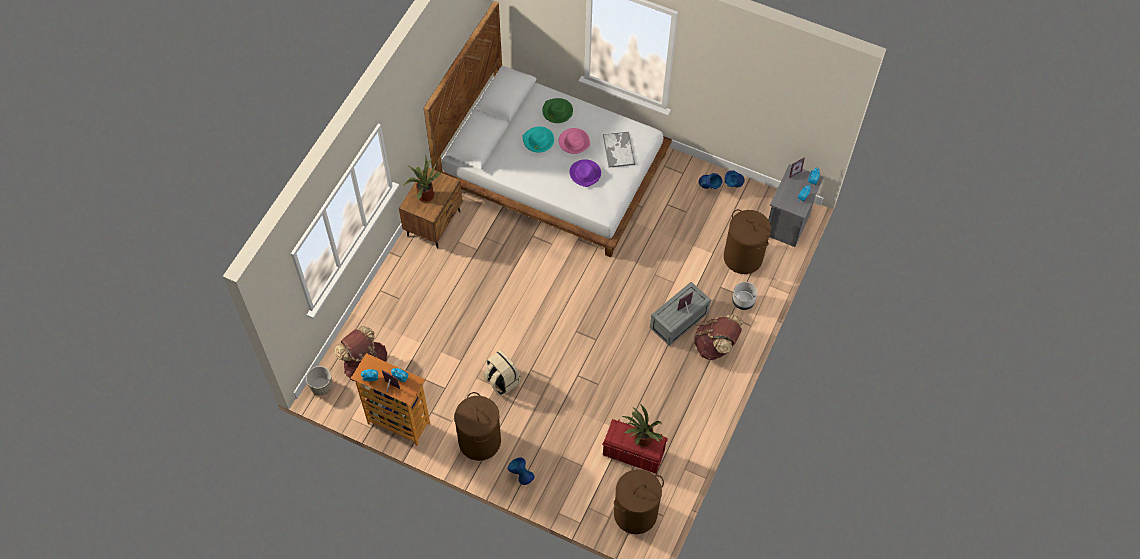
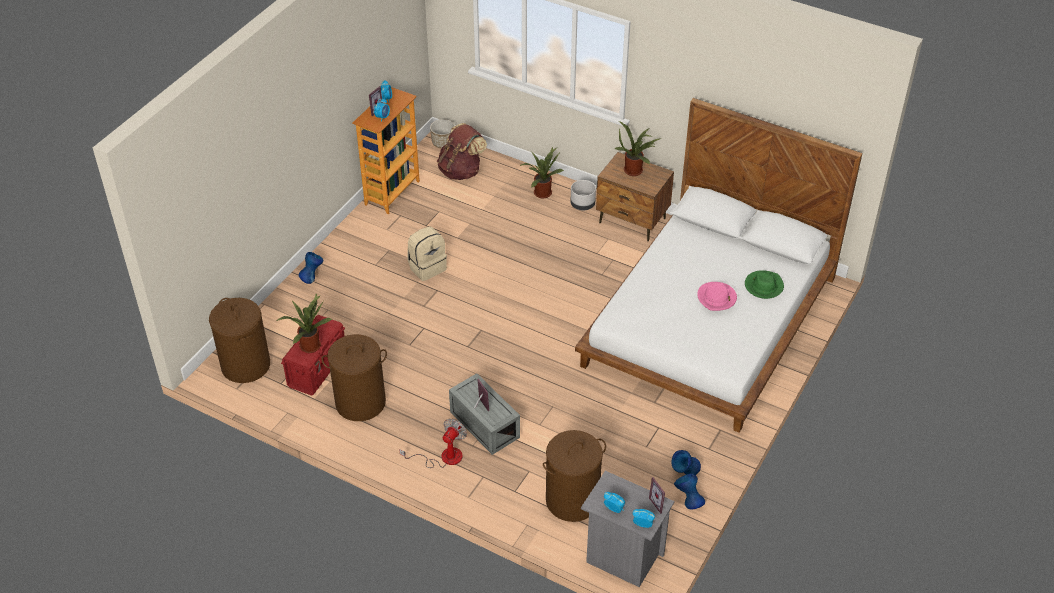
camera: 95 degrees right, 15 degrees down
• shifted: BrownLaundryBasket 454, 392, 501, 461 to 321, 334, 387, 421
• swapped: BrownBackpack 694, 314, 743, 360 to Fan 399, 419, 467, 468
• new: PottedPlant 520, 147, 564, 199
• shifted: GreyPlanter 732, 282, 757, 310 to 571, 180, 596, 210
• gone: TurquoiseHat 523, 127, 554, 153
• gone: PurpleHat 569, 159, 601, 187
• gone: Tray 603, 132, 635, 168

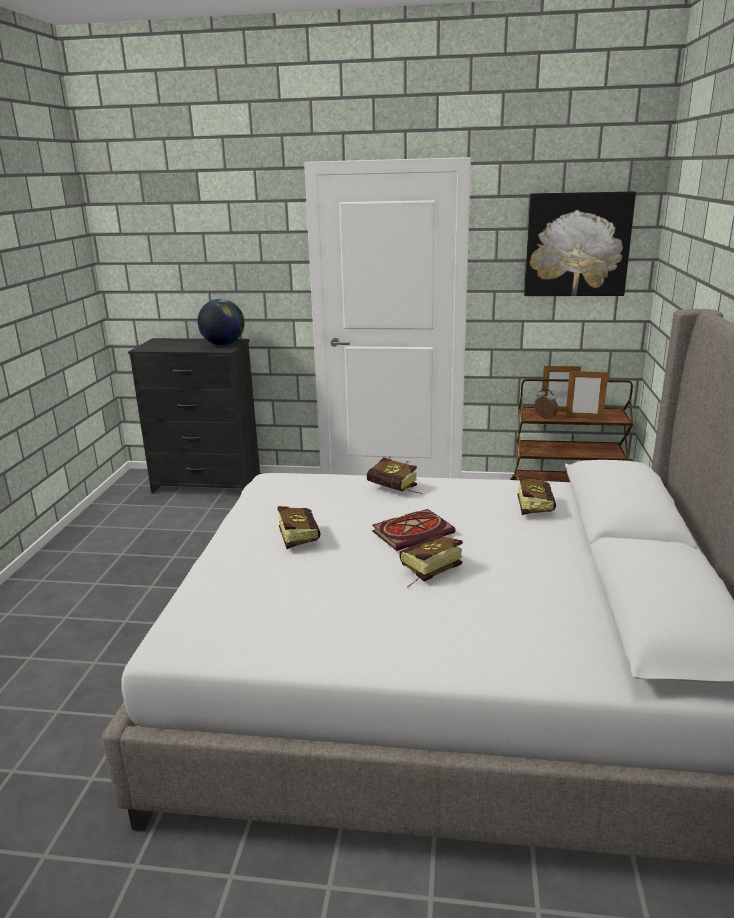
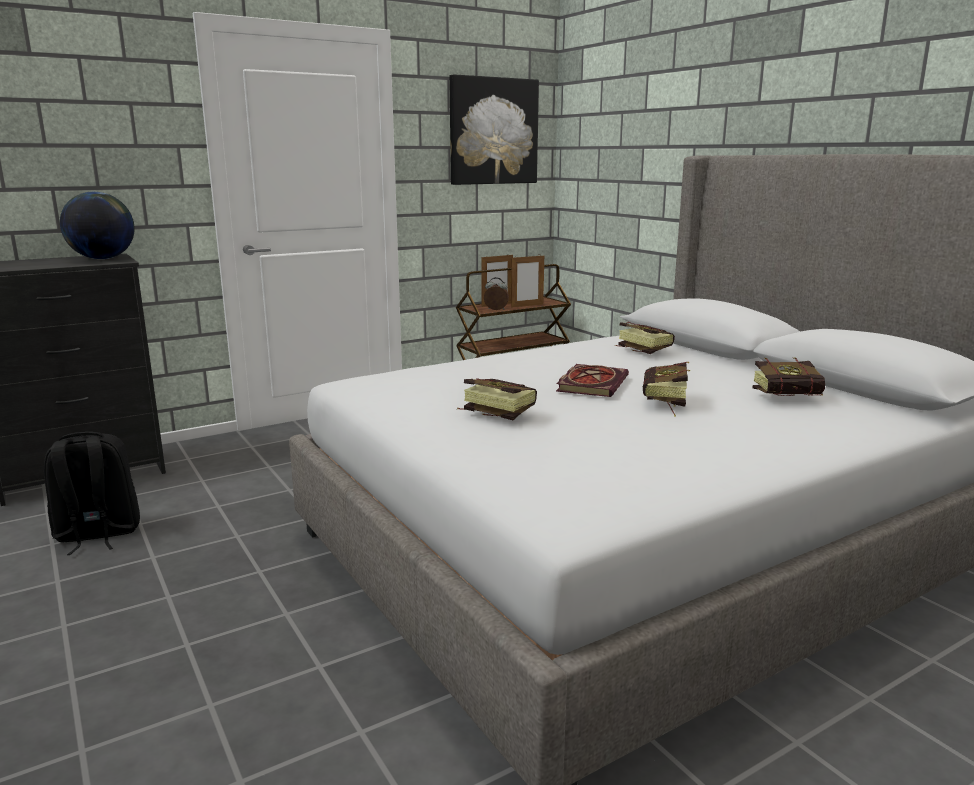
camera: 40 degrees left, 5 degrees down
• new: BlackBackpack 44, 432, 140, 555
• shifted: Book 367, 456, 423, 494 to 753, 357, 825, 396

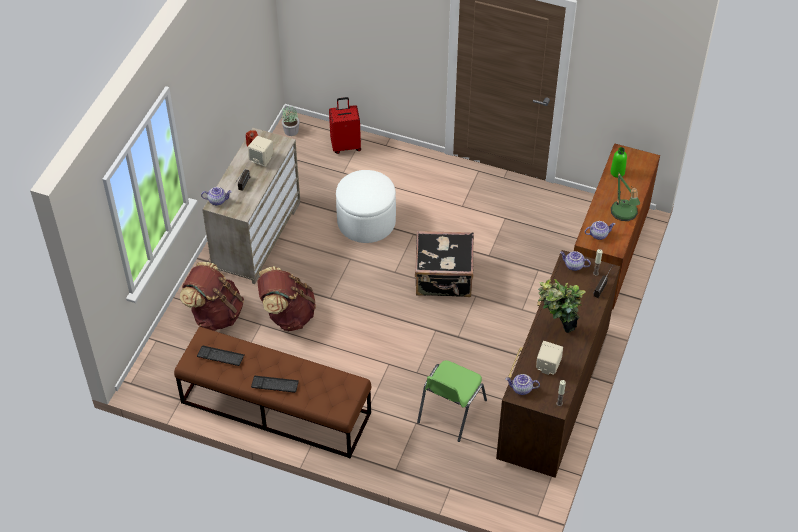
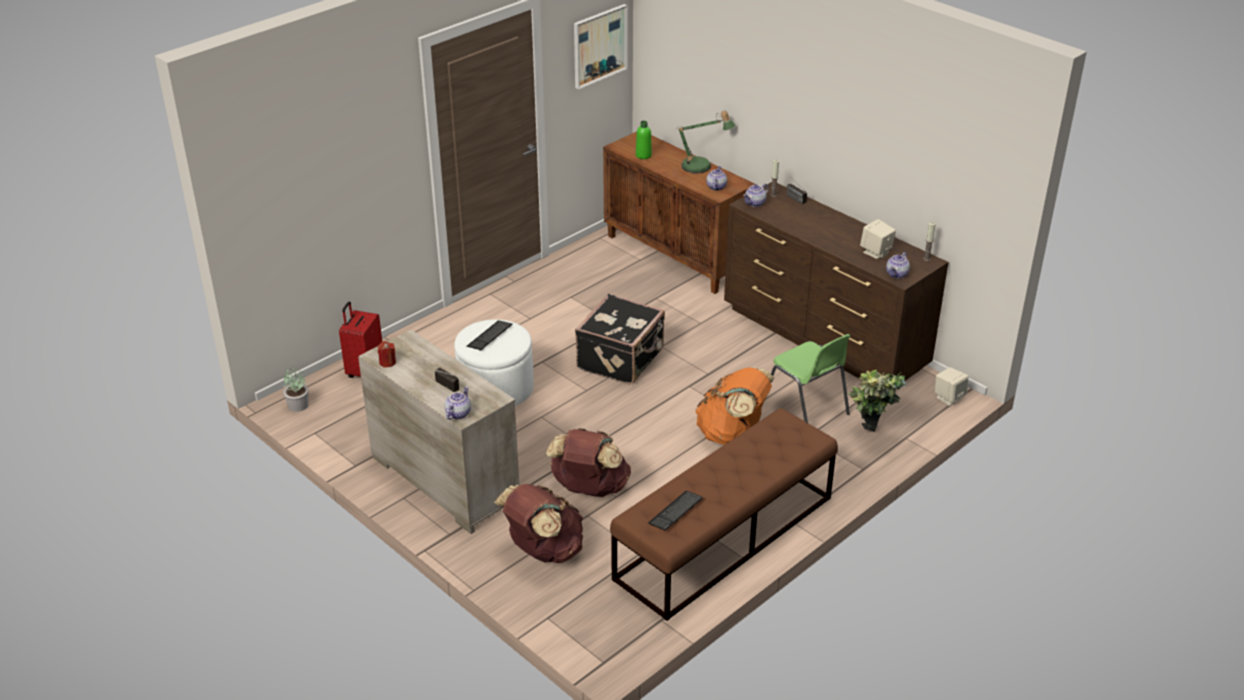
camera: 65 degrees left, 15 degrees down
• shifted: Keyboard 251, 375, 299, 393 to 467, 321, 512, 351
• new: Picture 574, 4, 628, 89
• new: OrangeBackpack 695, 368, 774, 445
• shifted: PottedPlant 538, 279, 586, 333 to 848, 370, 906, 432
• shifted: BeigeSpeaker 248, 136, 273, 167 to 935, 367, 969, 406

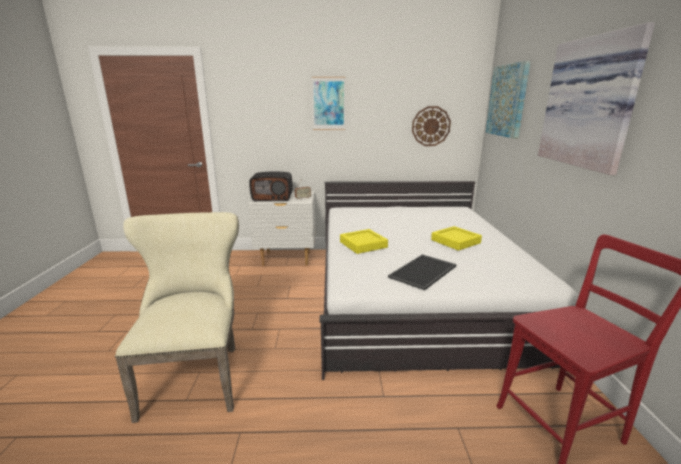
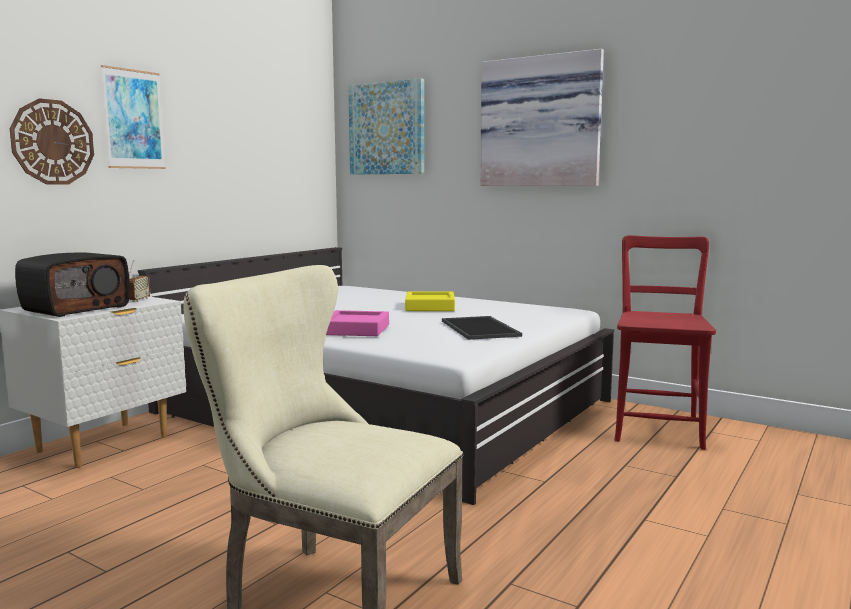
camera: 55 degrees left, 10 degrees down
• shifted: WallClock 412, 106, 451, 146 to 10, 98, 94, 185
• repainted: YellowTray 340, 229, 388, 254 to PinkTray 326, 310, 389, 336

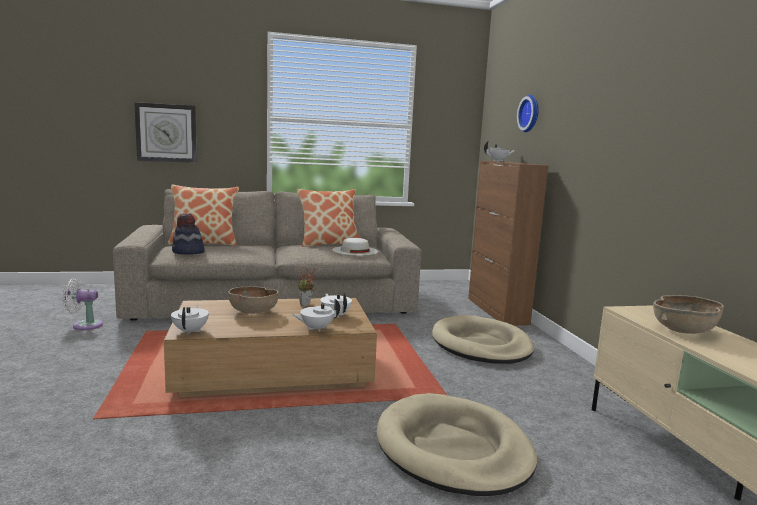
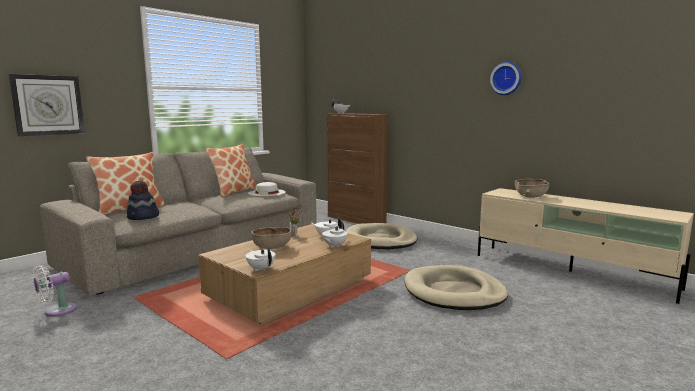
camera: 35 degrees left, 0 degrees up
• shifted: WallClock 517, 95, 539, 132 to 490, 62, 522, 95

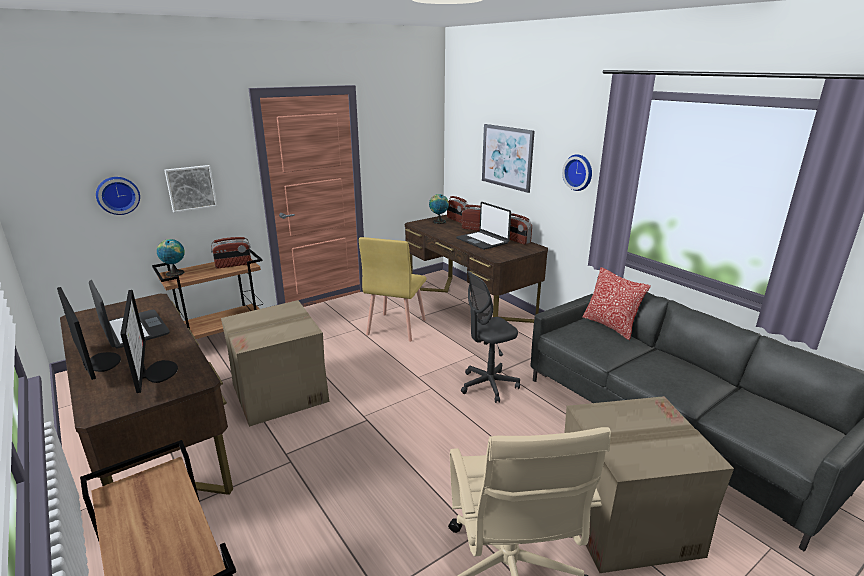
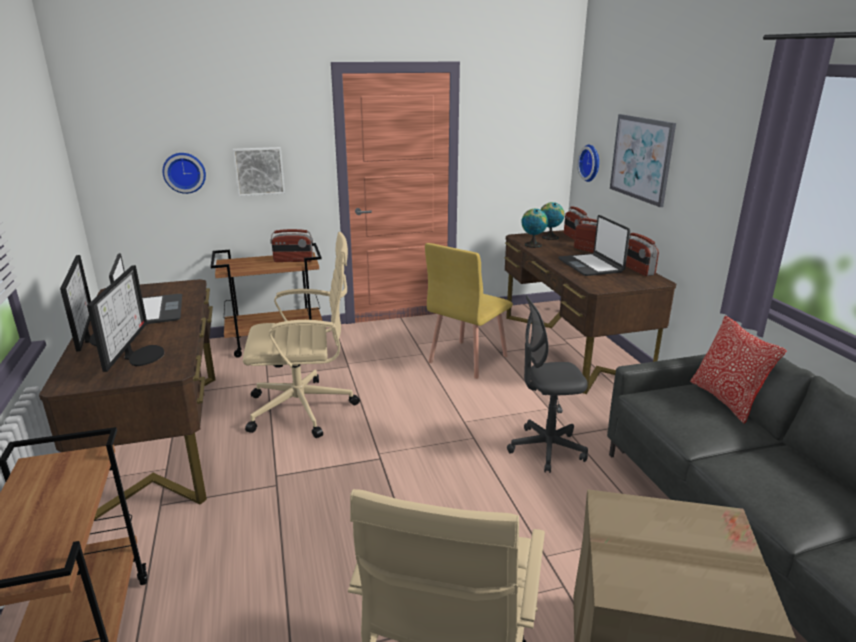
camera: 20 degrees right, 0 degrees up
• swapped: CardboardBox 221, 300, 329, 427 to BeigeOfficeChair 243, 232, 360, 438
• shifted: Globe 157, 239, 185, 277 to 522, 209, 548, 248
• shifted: WallClock 562, 154, 592, 191 to 577, 145, 599, 182

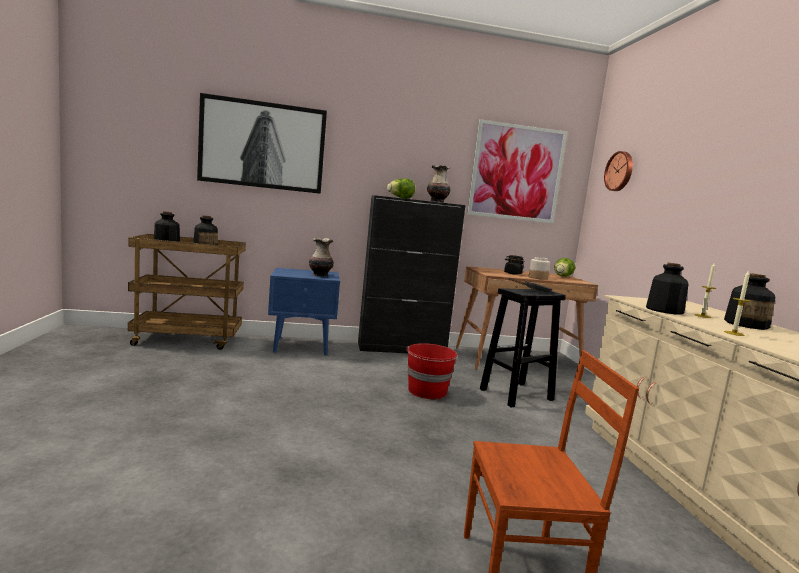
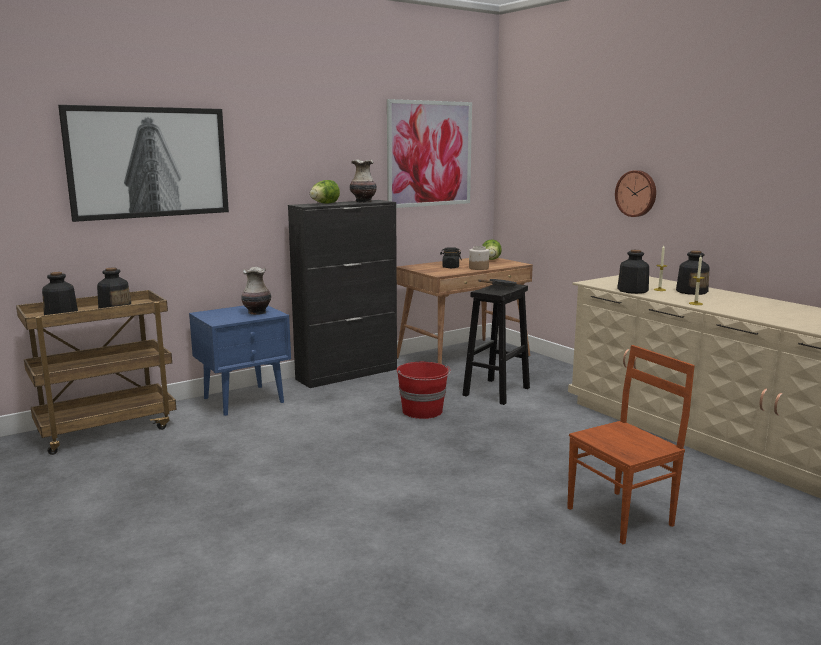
camera: 25 degrees left, 5 degrees up
• shifted: WallClock 604, 151, 633, 191 to 615, 170, 656, 217

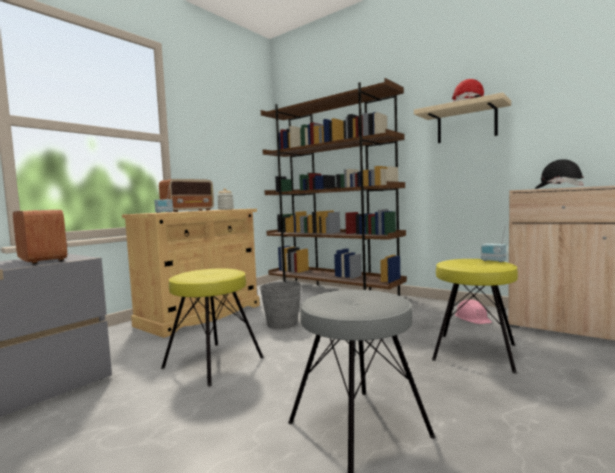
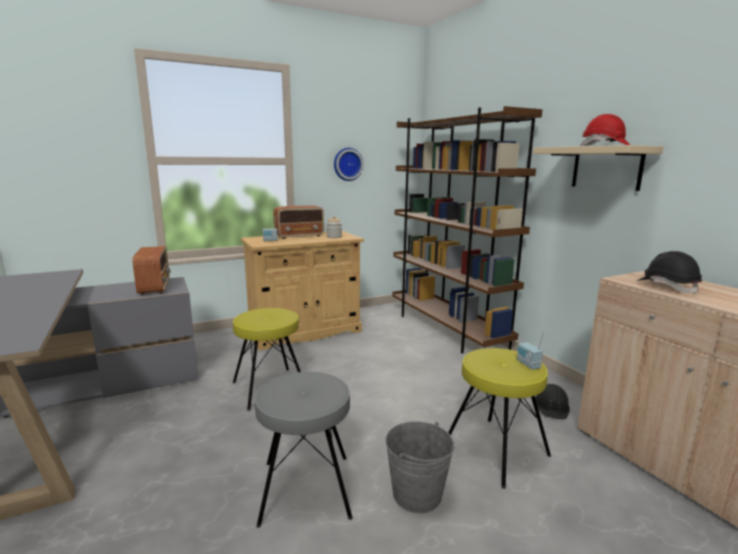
camera: 25 degrees right, 10 degrees up
• new: WallClock 334, 148, 364, 181
• shifted: GreyBucket 260, 279, 302, 329 to 385, 421, 454, 513
• repainted: PinkHardHat 455, 299, 492, 324 to BlackHardHat 535, 384, 570, 420

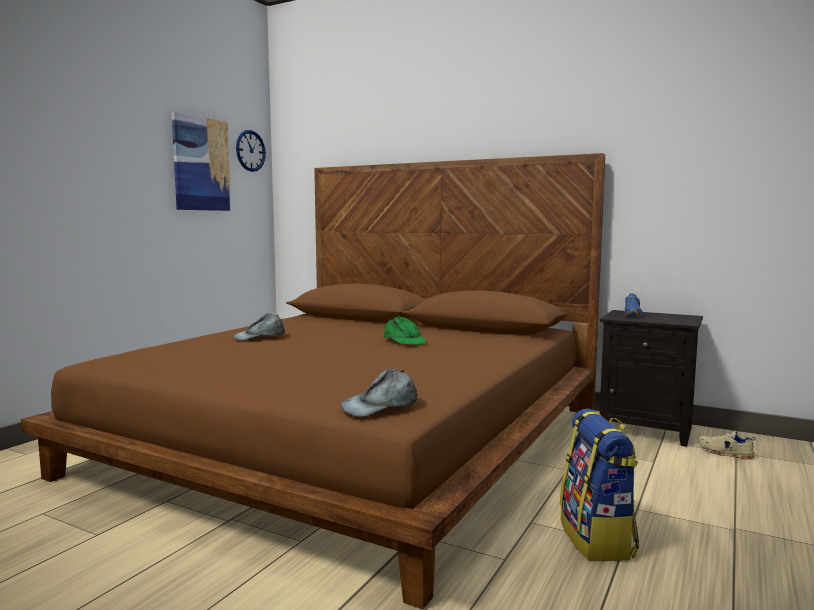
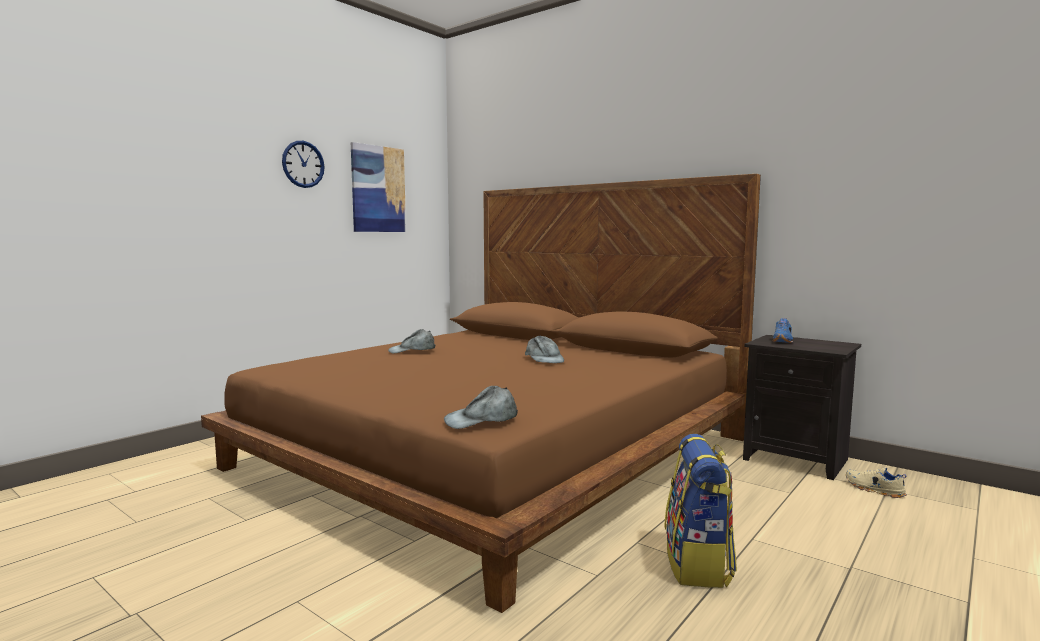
camera: 10 degrees right, 0 degrees up
• shifted: WallClock 236, 130, 266, 172 to 282, 141, 325, 188
• repainted: GreenCap 384, 316, 427, 345 to GreyCap 525, 335, 564, 363

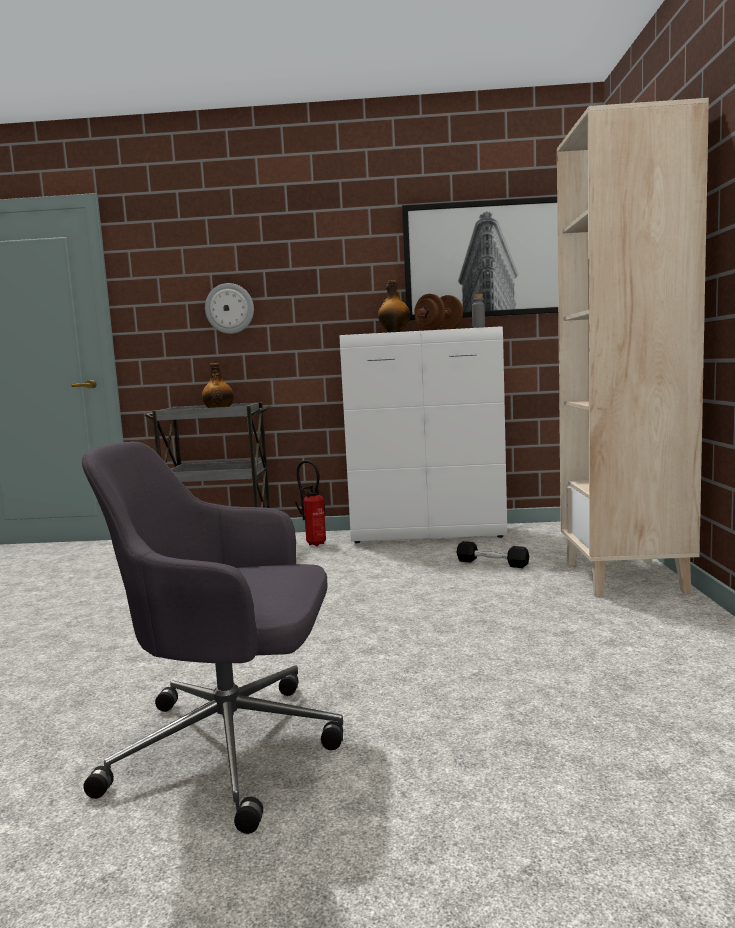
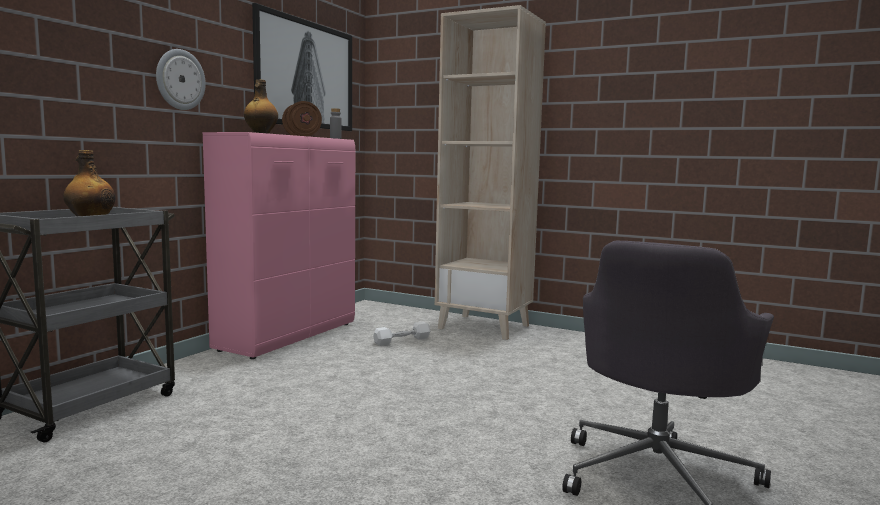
camera: 65 degrees left, 0 degrees up
• shifted: WallClock 205, 283, 254, 334 to 156, 49, 206, 110
• repainted: WhiteCabinet 340, 326, 507, 543 to PinkCabinet 203, 132, 355, 359
• repainted: BlackDumbbell 456, 541, 529, 568 to WhiteDumbbell 373, 321, 431, 346
• gone: FireExtinguisher 295, 460, 326, 546

